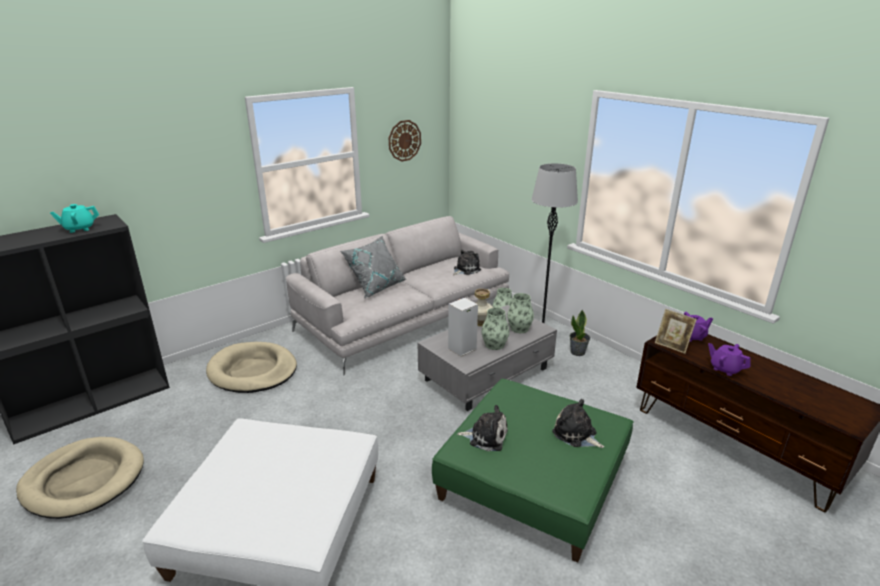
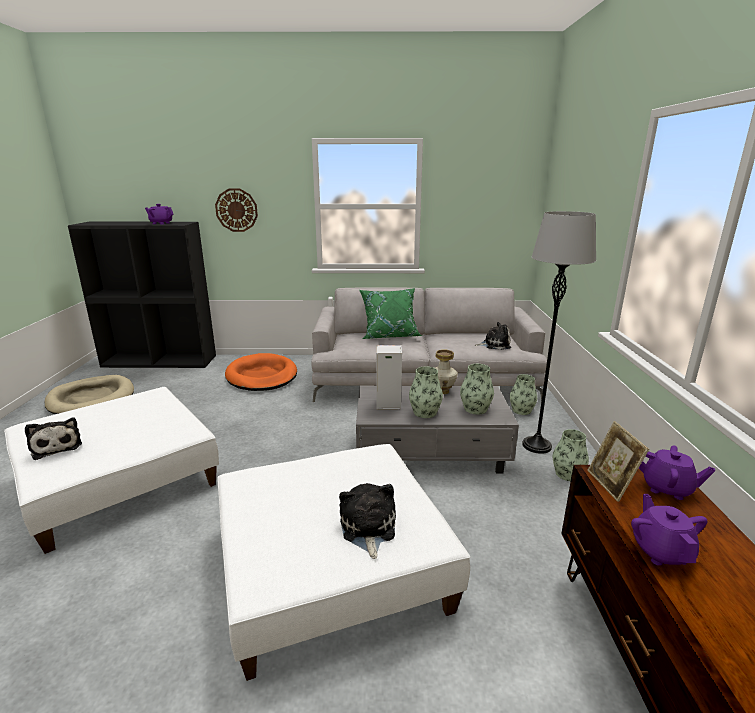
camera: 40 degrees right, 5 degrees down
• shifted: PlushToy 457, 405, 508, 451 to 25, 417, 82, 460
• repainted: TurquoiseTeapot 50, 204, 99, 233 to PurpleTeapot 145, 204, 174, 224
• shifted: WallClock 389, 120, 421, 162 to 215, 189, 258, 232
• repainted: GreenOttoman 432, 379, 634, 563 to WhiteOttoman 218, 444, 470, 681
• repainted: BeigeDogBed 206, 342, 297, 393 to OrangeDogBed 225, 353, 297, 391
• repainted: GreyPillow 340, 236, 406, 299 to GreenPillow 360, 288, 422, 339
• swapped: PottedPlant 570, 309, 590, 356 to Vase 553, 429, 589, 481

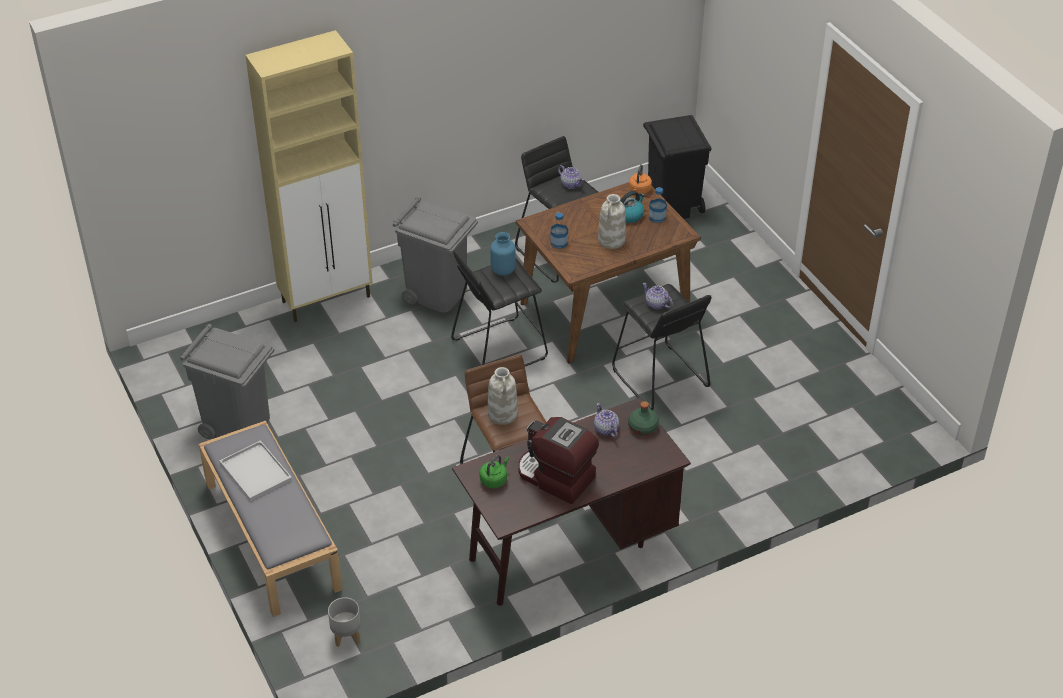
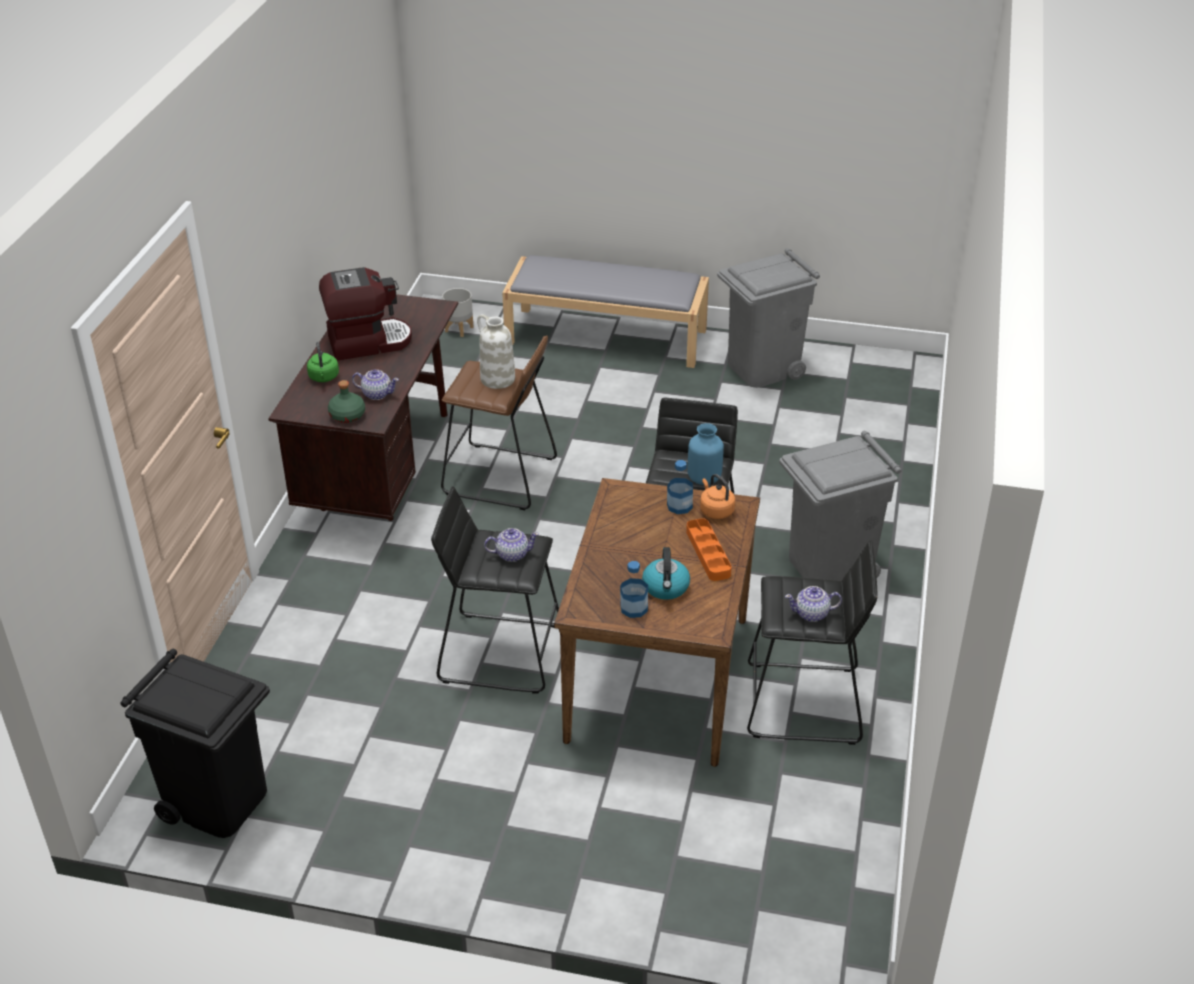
camera: 130 degrees right, 5 degrees down
• shifted: BlackTrashCan 643, 115, 711, 219 to 120, 649, 270, 838
• shifted: GreenKettle 480, 455, 509, 489 to 307, 342, 339, 382
• new: OrangeTray 686, 518, 732, 581
• shifted: OrangeKettle 629, 165, 652, 194 to 700, 474, 735, 519
• gone: WhiteTray 219, 440, 292, 501
• gone: BeigeCabinet 245, 30, 373, 322
• gone: WhiteVase 598, 194, 626, 249

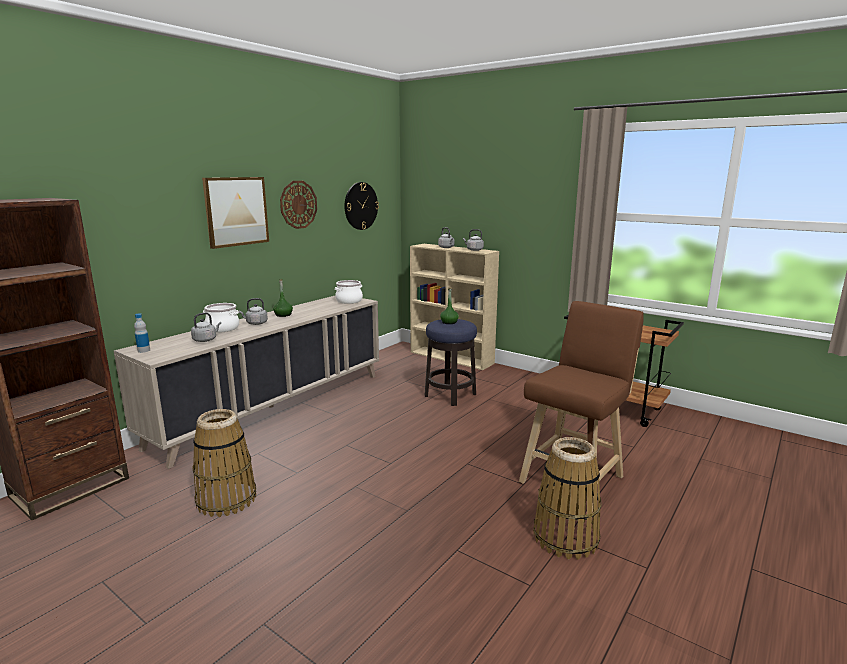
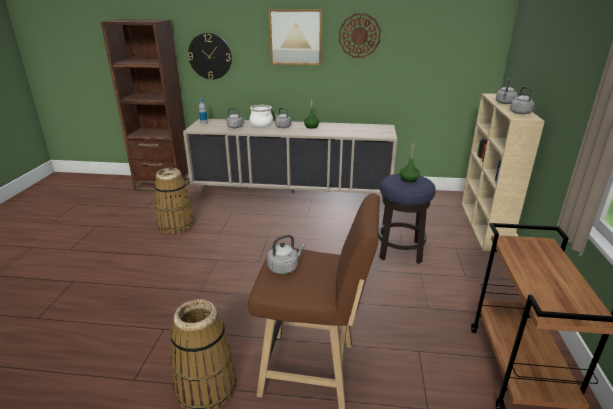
camera: 60 degrees right, 10 degrees up
• shifted: WallClock 344, 182, 379, 230 to 188, 33, 232, 79
• new: GreyKettle 267, 235, 305, 274
• gone: CookingPot 335, 280, 363, 304

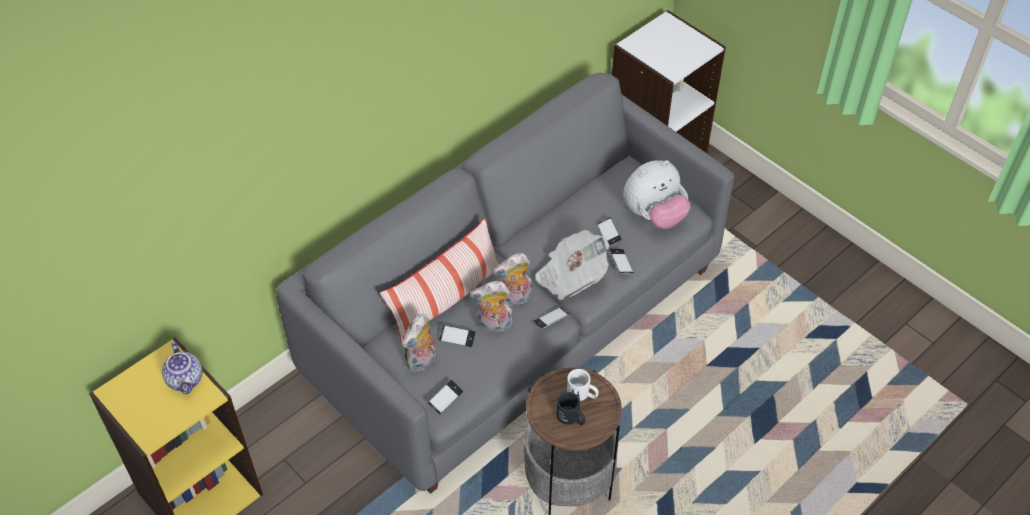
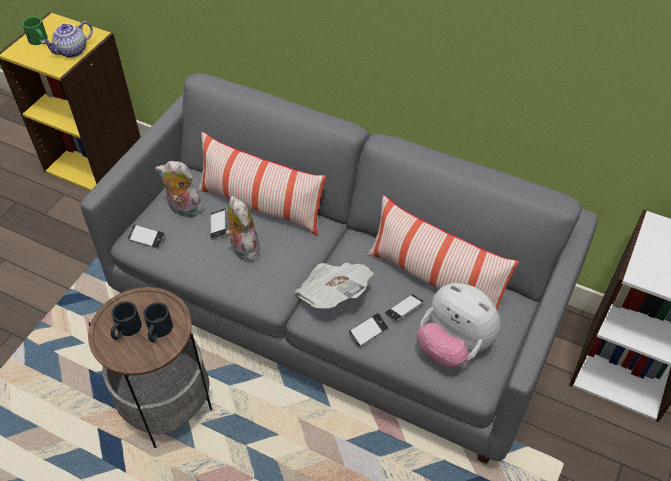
camera: 70 degrees right, 0 degrees up
• new: GreenMug 22, 16, 48, 45
• repainted: WhiteMug 567, 369, 599, 401 to BlackMug 143, 302, 173, 342
• new: Pillow 368, 196, 519, 311
• gone: PlushToy 493, 253, 532, 306
• gone: Phone 533, 307, 570, 329

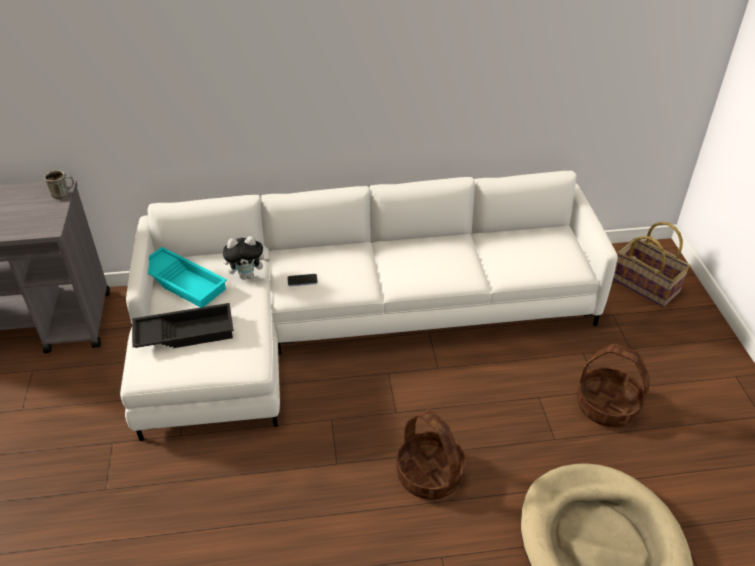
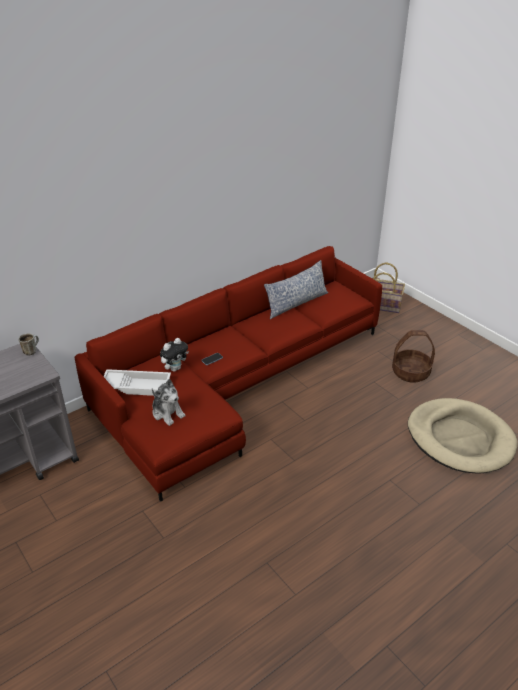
camera: 30 degrees left, 5 degrees down
• repainted: WhiteSofa 120, 171, 618, 441 to RedSofa 75, 246, 382, 502
• repainted: TurquoiseTray 148, 247, 227, 308 to WhiteTray 103, 369, 171, 396
• swapped: BlackTray 132, 303, 234, 348 to PlushToy 152, 379, 186, 426
• new: Pillow 264, 260, 328, 320
• gone: Basket 396, 409, 466, 500

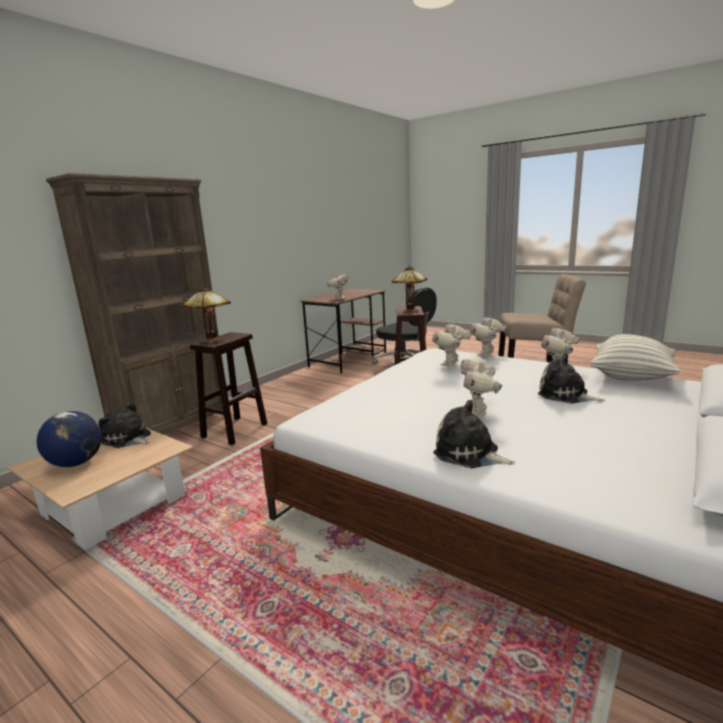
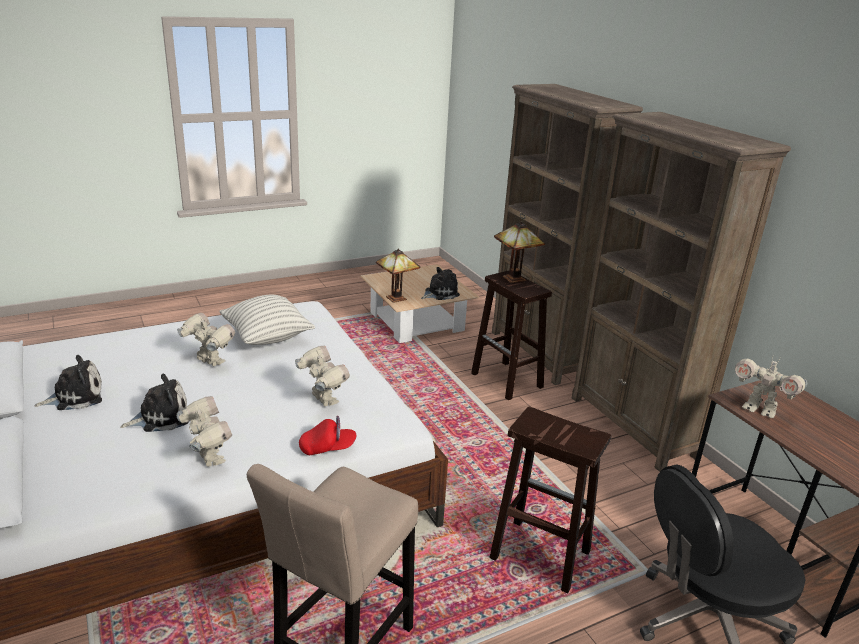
camera: 115 degrees right, 10 degrees up
• shifted: PlushToy 433, 400, 515, 468 to 35, 355, 102, 410
• shifted: Pillow 590, 334, 680, 381 to 219, 295, 315, 345
• swapped: ToyRobot 470, 316, 507, 357 to RedCap 299, 416, 356, 455
• shifted: TableLamp 391, 266, 427, 313 to 376, 249, 420, 303
• new: BrownBookcase 572, 112, 791, 472
• gone: Globe 37, 411, 102, 467

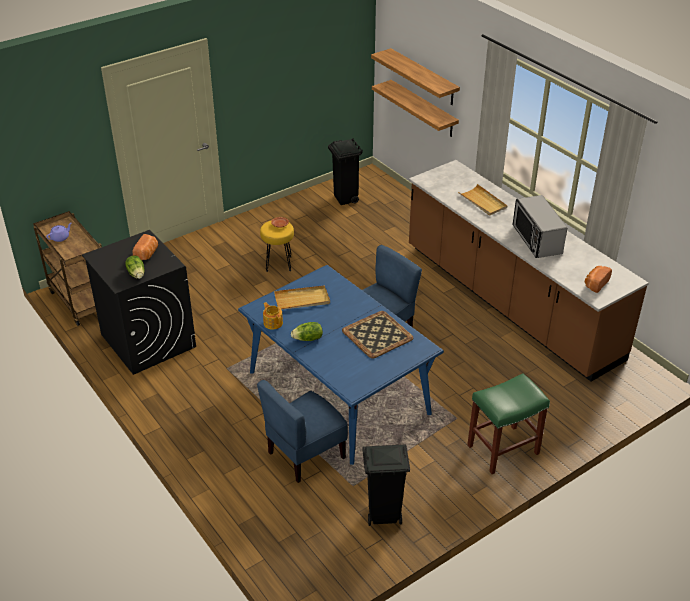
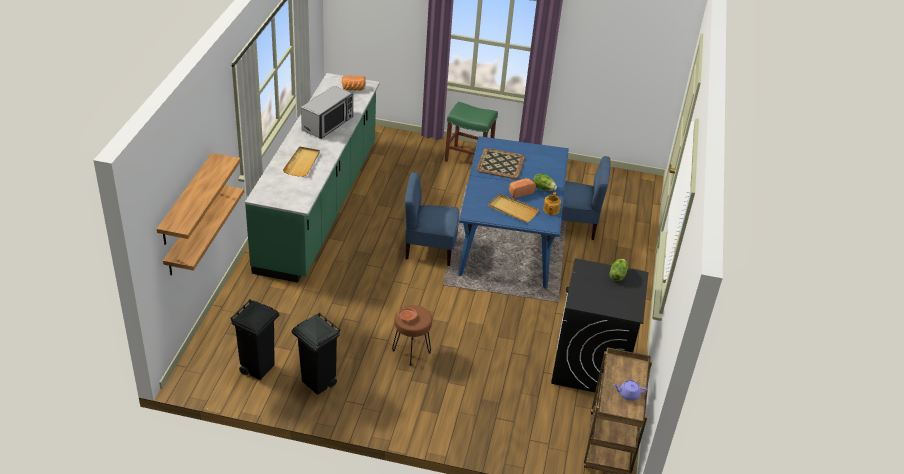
camera: 135 degrees left, 0 degrees up
• repainted: BrownCounter 409, 160, 649, 382 to GreenCounter 245, 73, 380, 283
• shifted: BlackTrashCan 362, 444, 410, 526 to 292, 312, 341, 395
• repainted: YellowStool 260, 220, 294, 272 to BrownStool 392, 305, 432, 366
• shifted: Bread 132, 234, 158, 260 to 509, 178, 536, 198

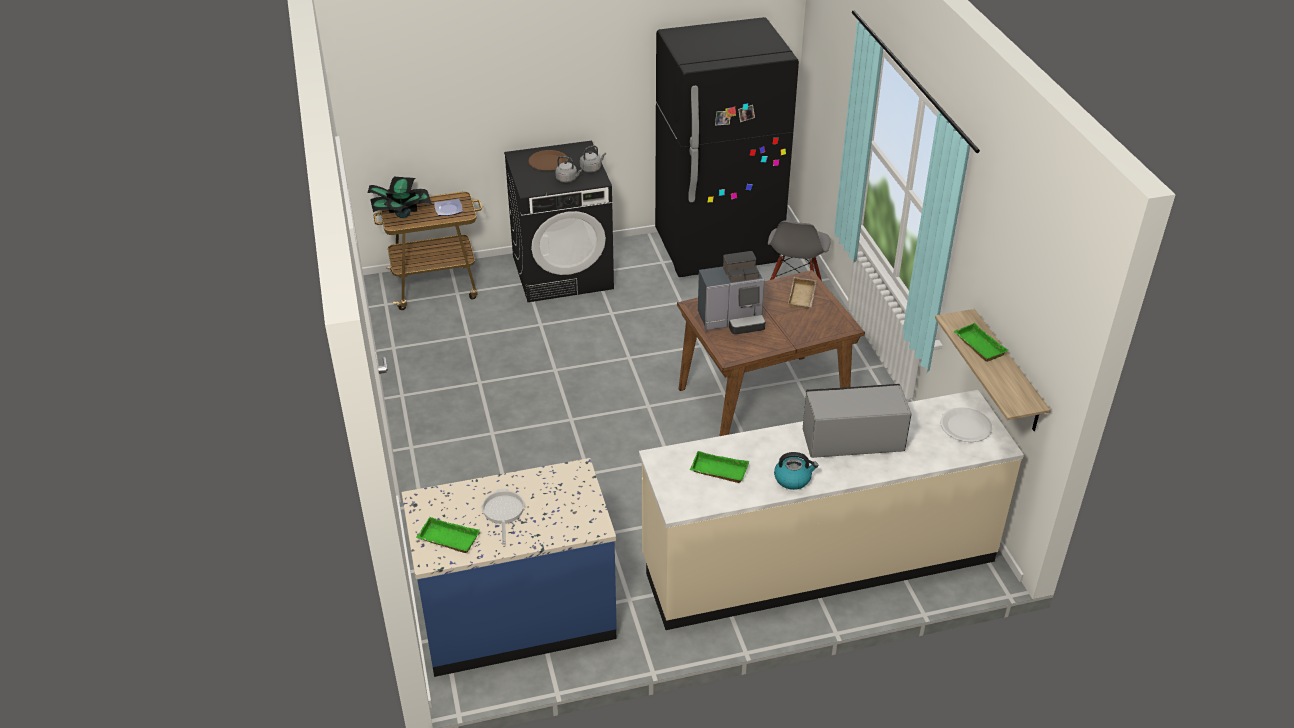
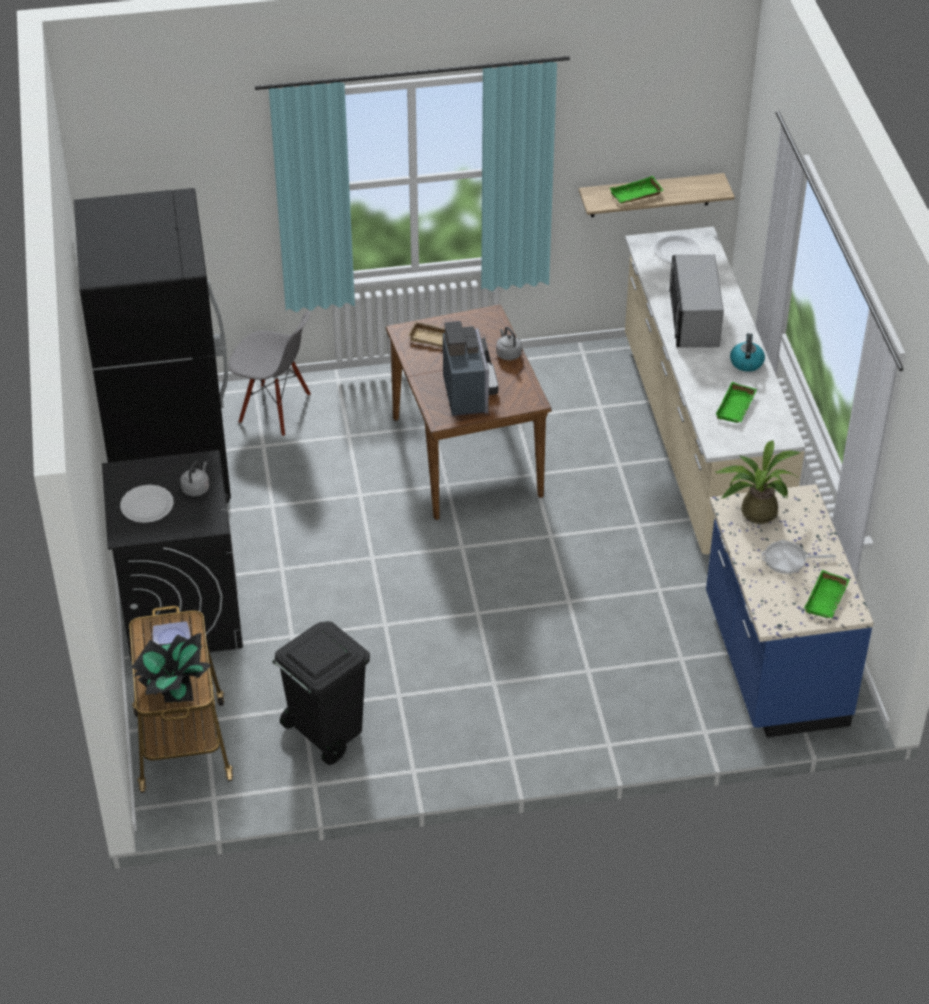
camera: 85 degrees left, 5 degrees up
• repainted: BrownPlate 528, 150, 568, 171 to WhitePlate 120, 485, 174, 523
• new: BlackTrashCan 272, 621, 370, 765
• shifted: GreyKettle 580, 145, 606, 173 to 496, 327, 522, 360
• new: PottedPlant 715, 440, 800, 524

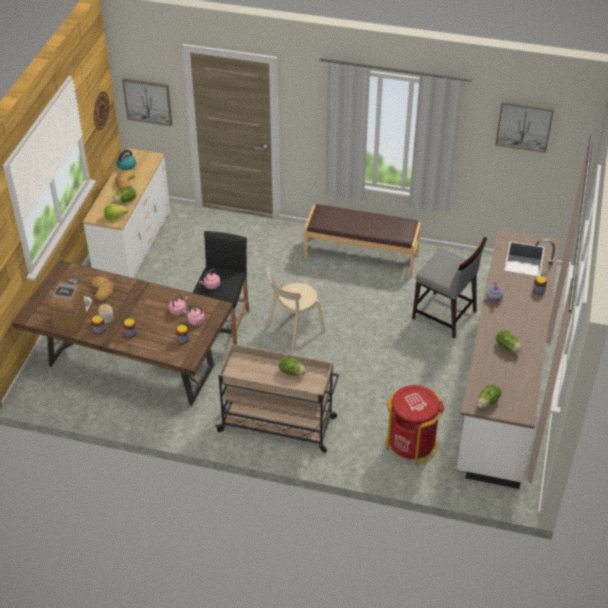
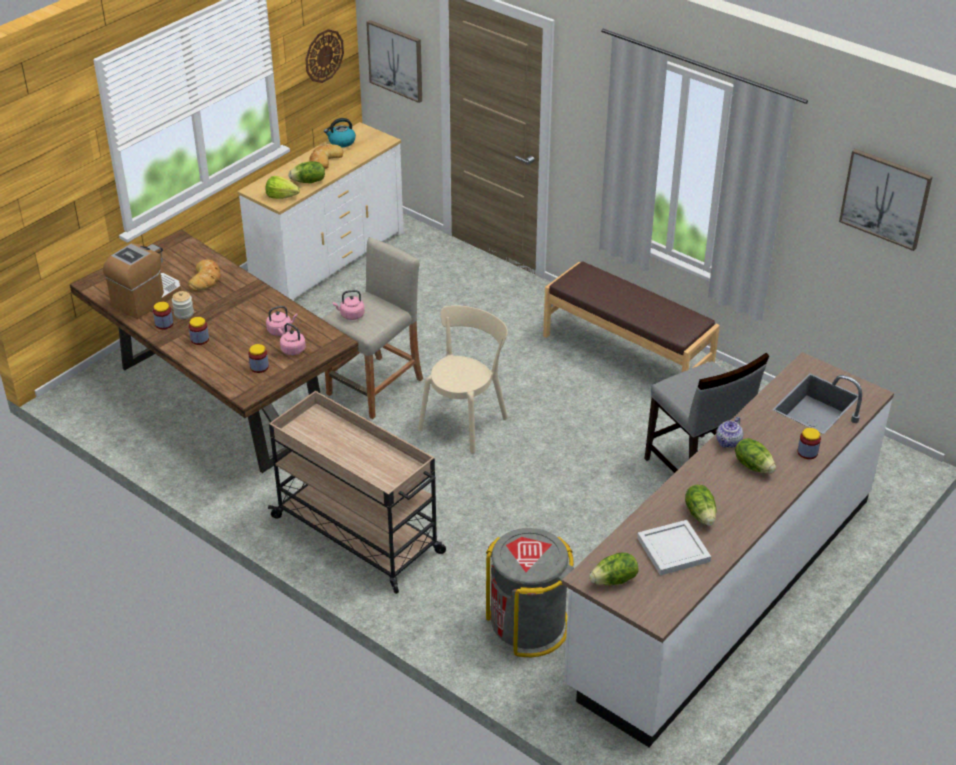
camera: 25 degrees right, 5 degrees down
• repainted: BlackStool 193, 231, 250, 345 to BeigeStool 323, 238, 423, 419
• rotated: BeigeChair 266, 266, 326, 350 = 418, 305, 508, 453 135 degrees clockwise
• repainted: RedTrashCan 386, 385, 444, 464 to GreyTrashCan 486, 528, 574, 657
• new: WhiteTray 637, 520, 711, 576
• shifted: Lettuce 279, 357, 307, 376 to 735, 438, 776, 473

